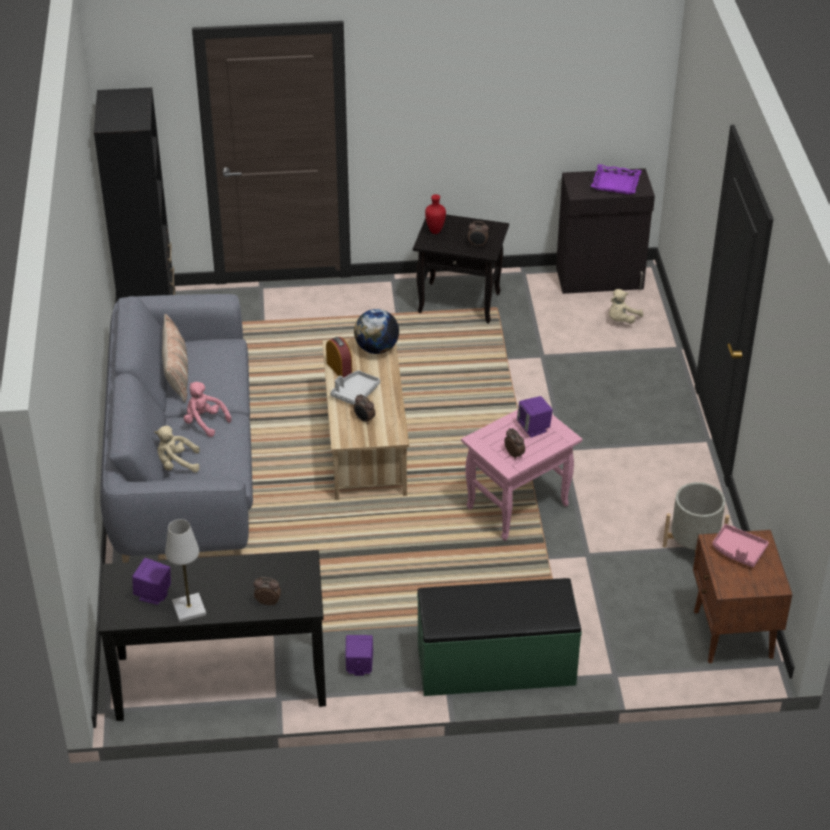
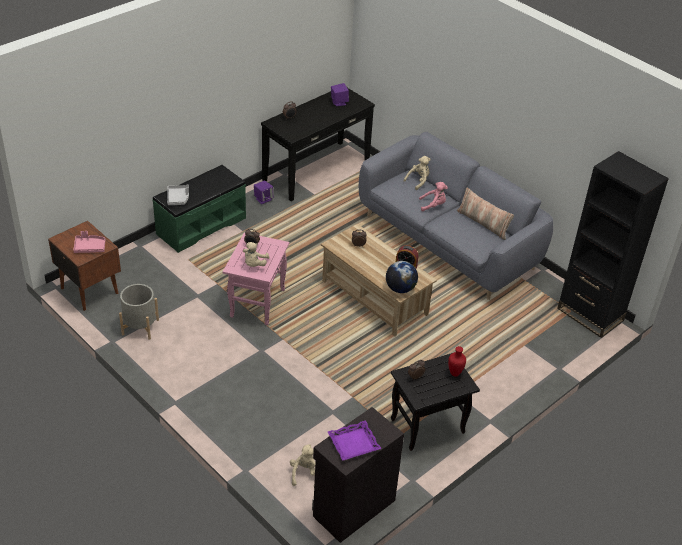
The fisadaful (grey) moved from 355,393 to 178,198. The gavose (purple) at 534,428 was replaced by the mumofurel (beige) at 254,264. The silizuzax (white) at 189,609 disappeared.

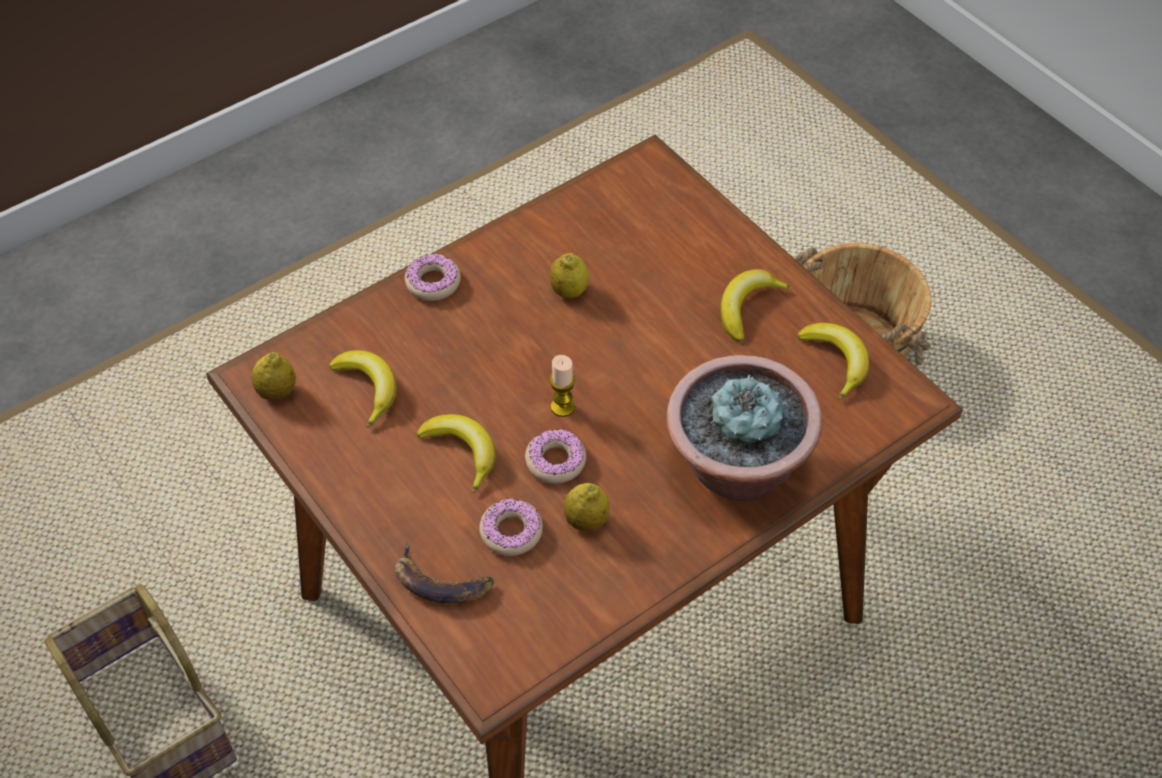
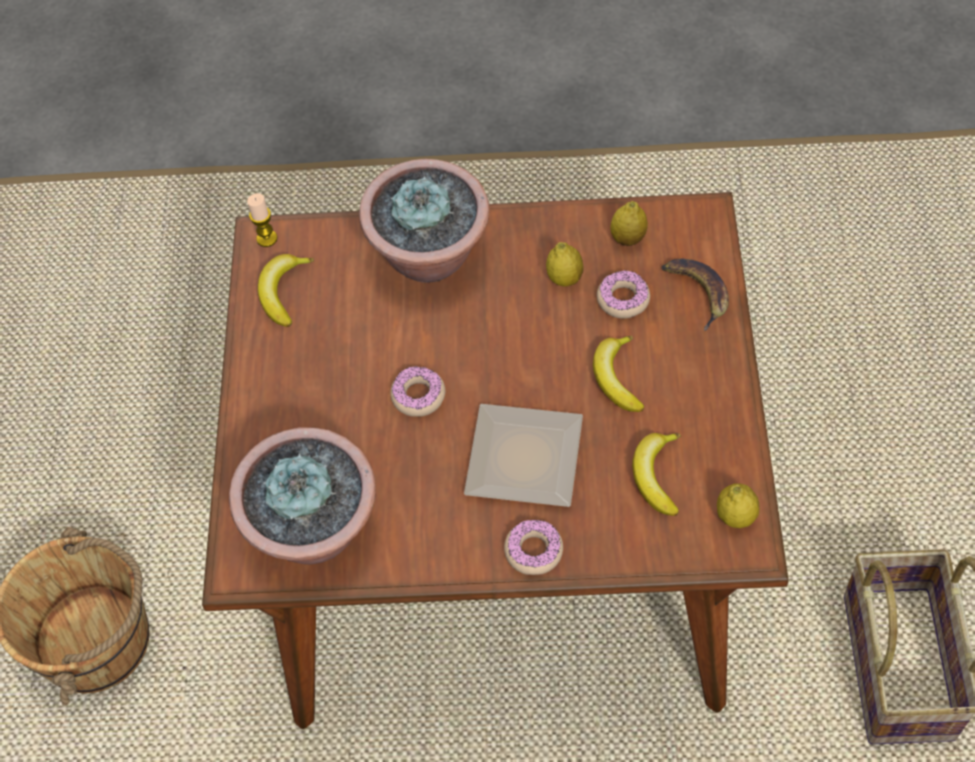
The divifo at 316,530 appeared. The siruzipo moved from 562,407 to 267,238. The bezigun moved from 555,461 to 418,396. The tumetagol at 527,462 appeared. The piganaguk moved from 569,291 to 628,238. The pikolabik at 747,307 disappeared.

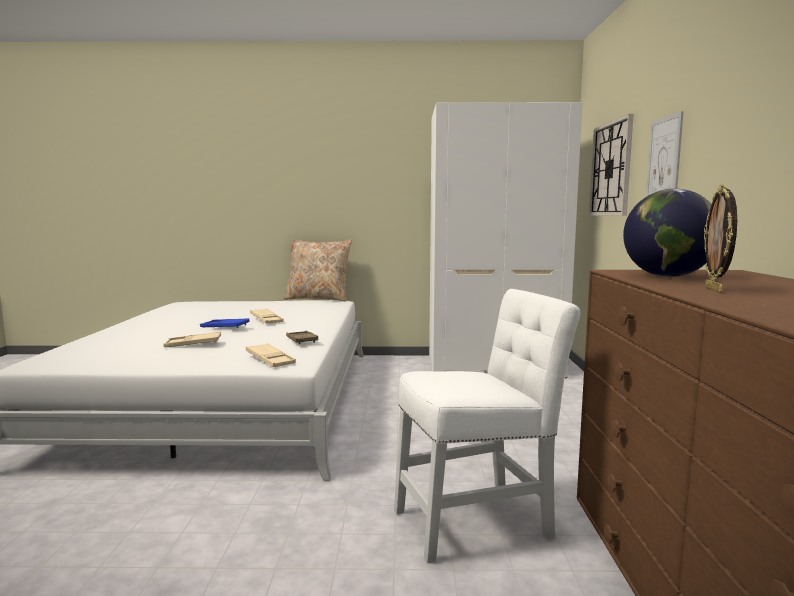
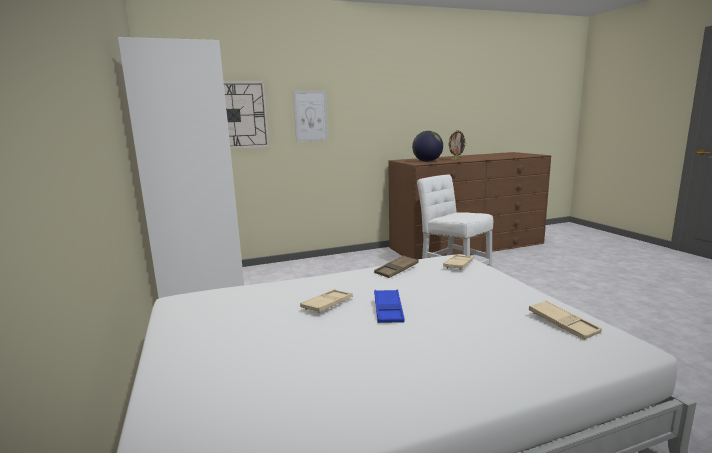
The fisadaful (beige) moved from 193,344 to 563,324. The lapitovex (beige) at 318,298 disappeared.

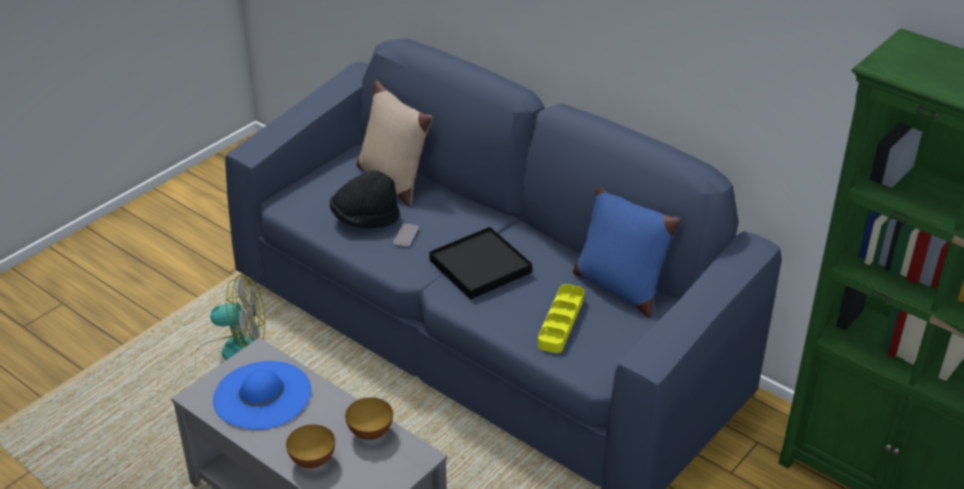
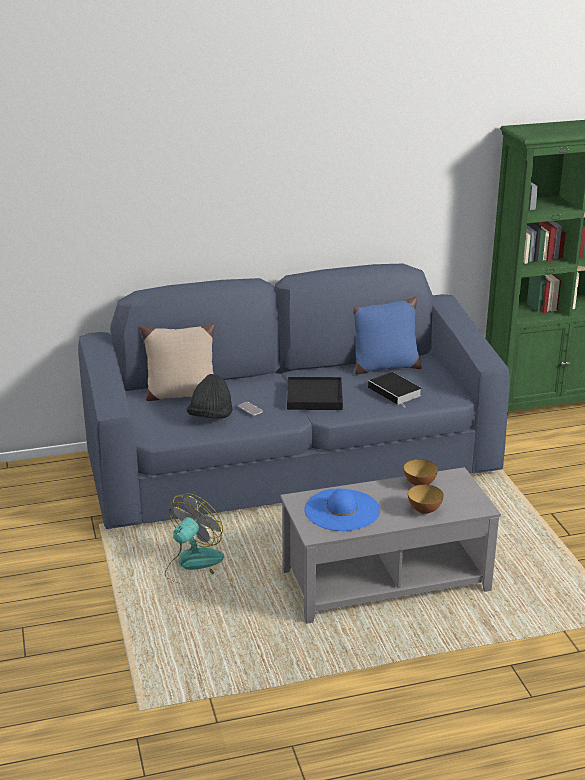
The fisadaful (yellow) at 561,322 was replaced by the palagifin at 396,392.

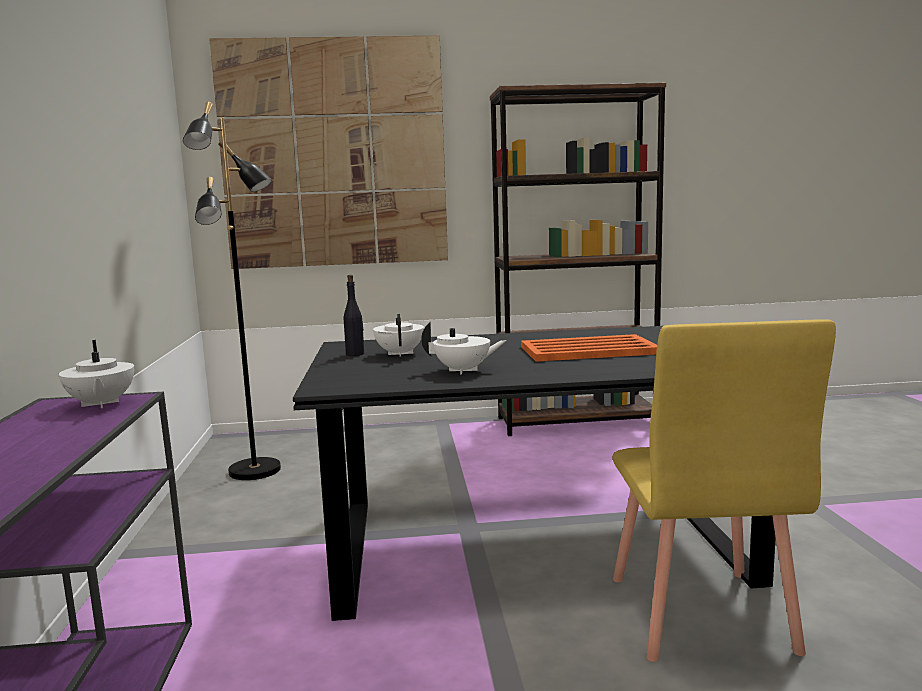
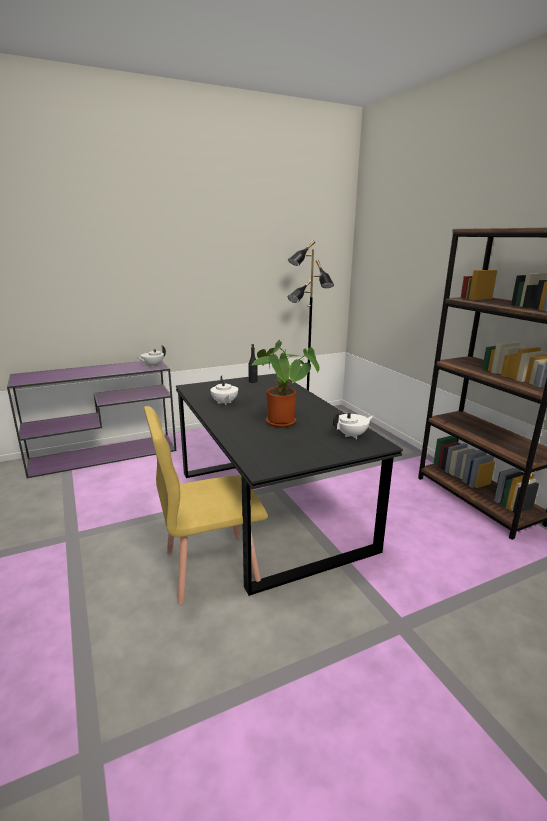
The fisadaful (orange) at 590,350 was replaced by the divifo at 283,423. The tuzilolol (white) moved from 400,353 to 352,435. The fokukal at 334,154 disappeared.

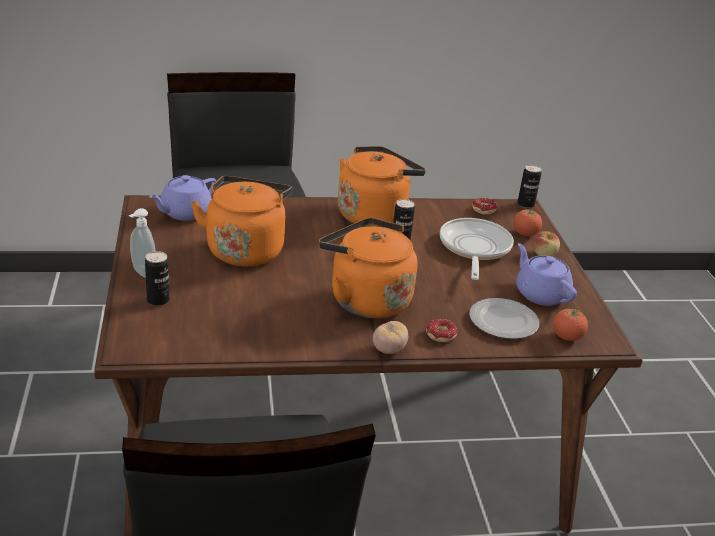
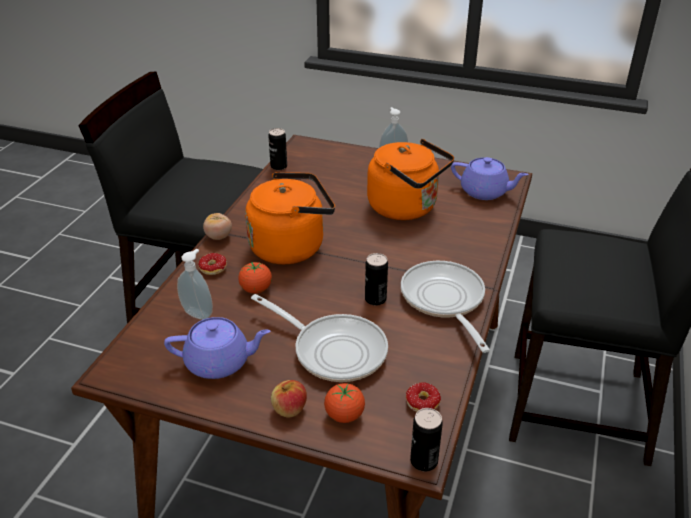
The tumetagol at 503,322 was replaced by the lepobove at 199,313. The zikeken moved from 567,337 to 256,289. The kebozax moved from 158,300 to 279,166. The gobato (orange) at 374,214 was replaced by the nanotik at 444,301. The tuzilolol (purple) at 184,213 turned 135 degrees clockwise.

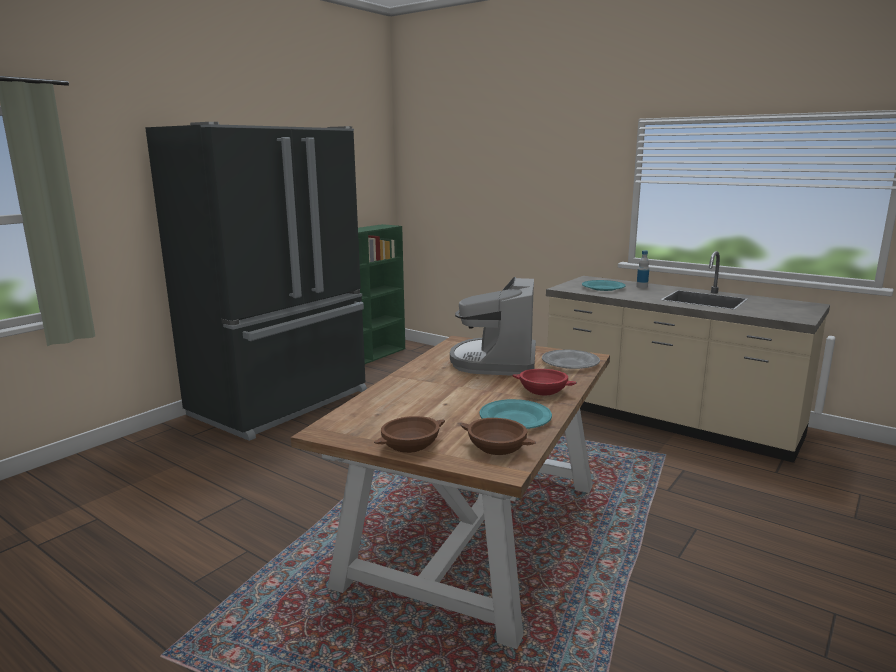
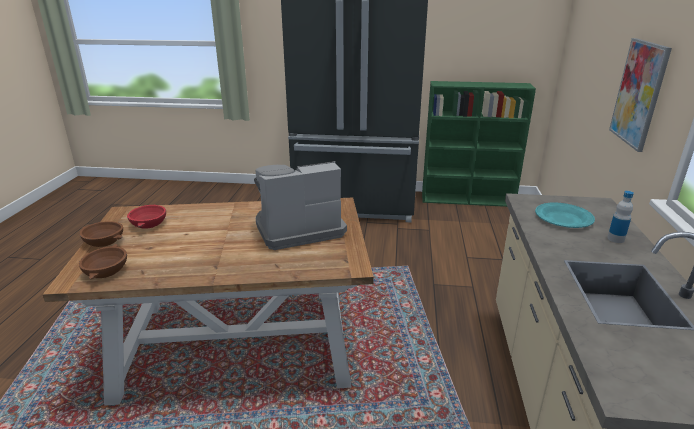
The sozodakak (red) moved from 542,391 to 148,224. The fokukal at 639,93 appeared. The tumetagol (turquoise) at 515,419 disappeared. The tumetagol (grey) at 570,363 disappeared.

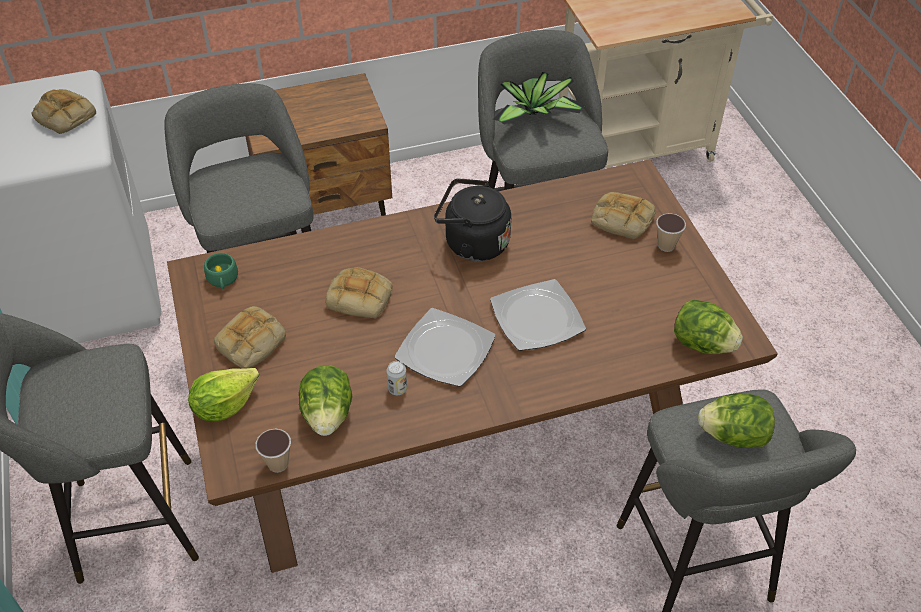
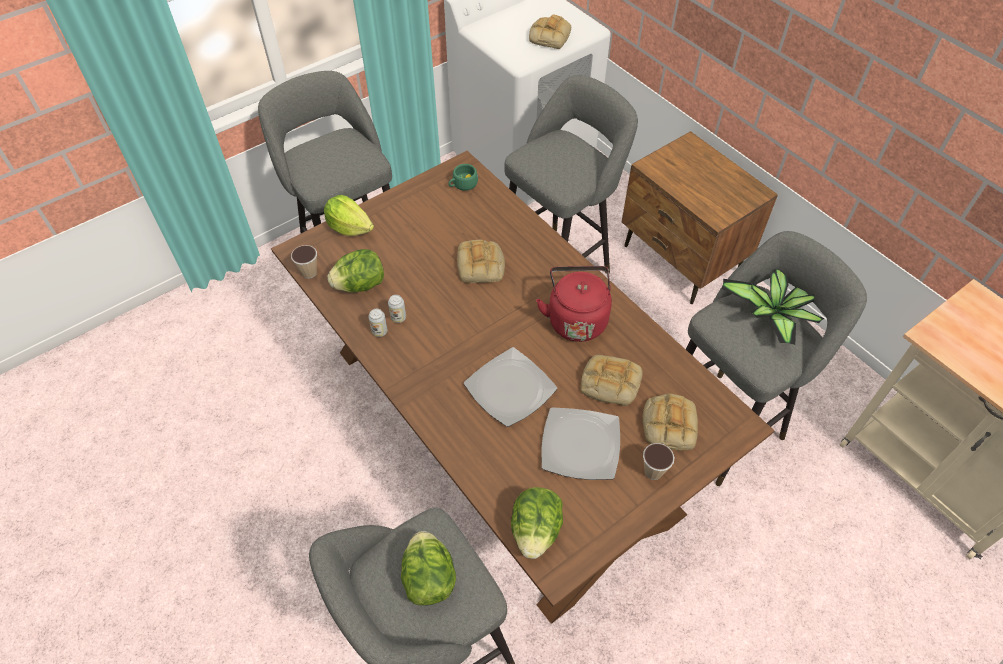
The kebozax at 379,331 appeared. The gobato (black) at 472,243 became the gobato (red) at 576,318. The tumetagol moved from 446,350 to 581,446. The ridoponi moved from 251,343 to 609,383.

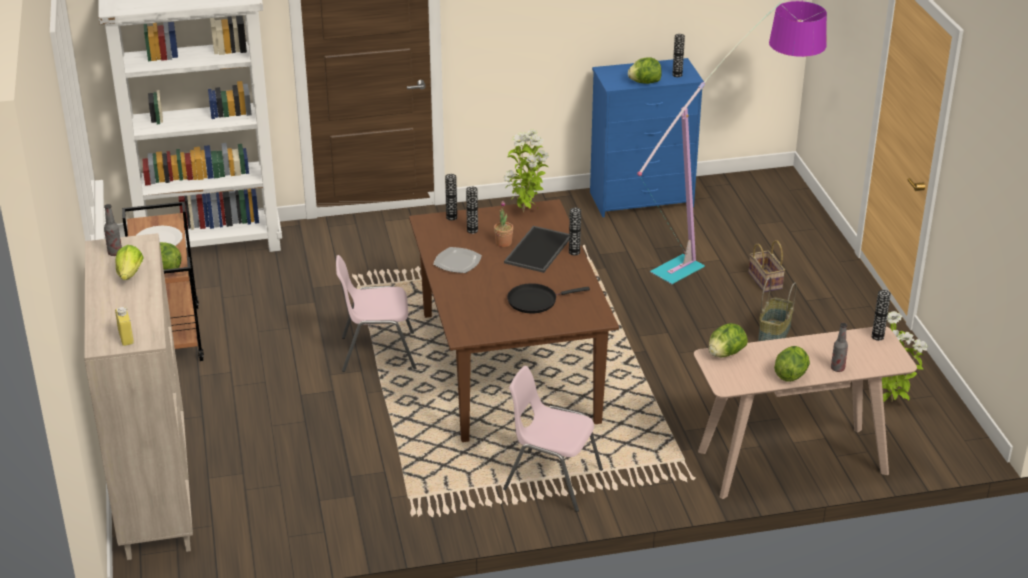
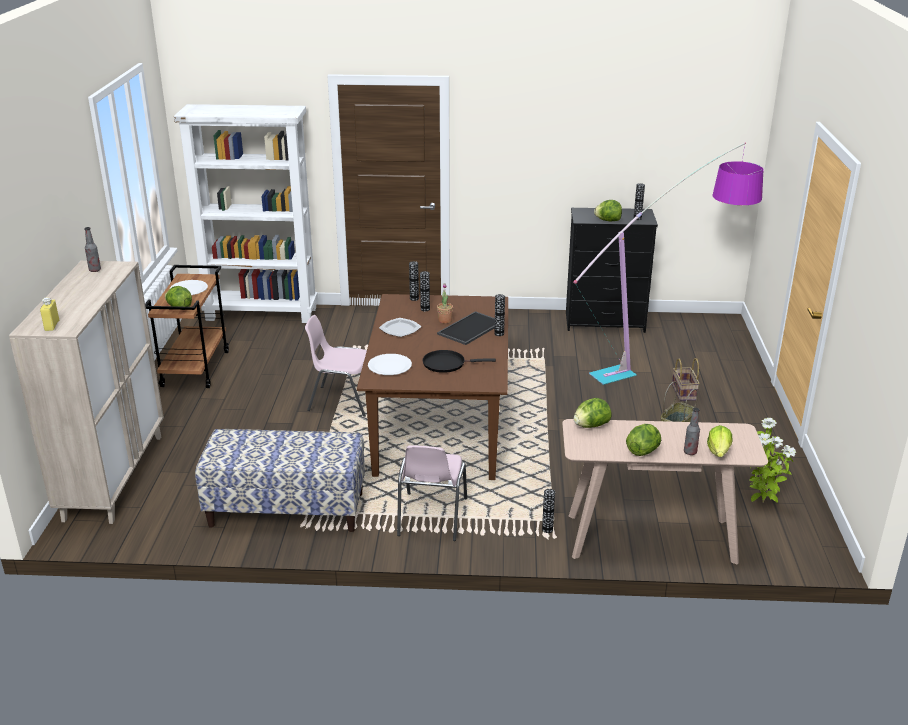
The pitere at 286,510 appeared. The tumetagol (white) at 389,366 appeared. The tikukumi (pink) at 551,479 turned 120 degrees counterclockwise. The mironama moved from 877,337 to 547,529. The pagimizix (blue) at 642,199 became the pagimizix (black) at 605,323. The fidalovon moved from 130,274 to 718,452. The divifo at 525,212 disappeared.

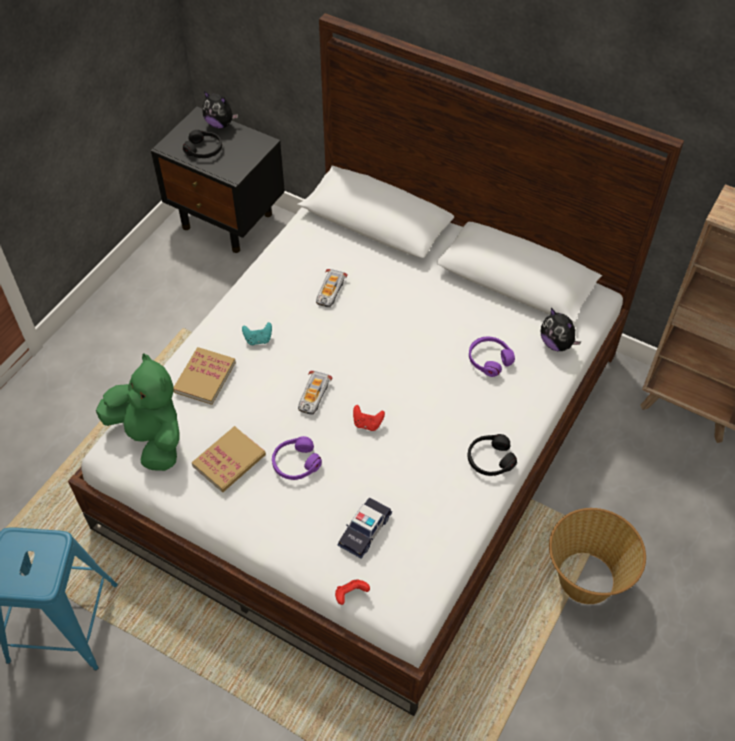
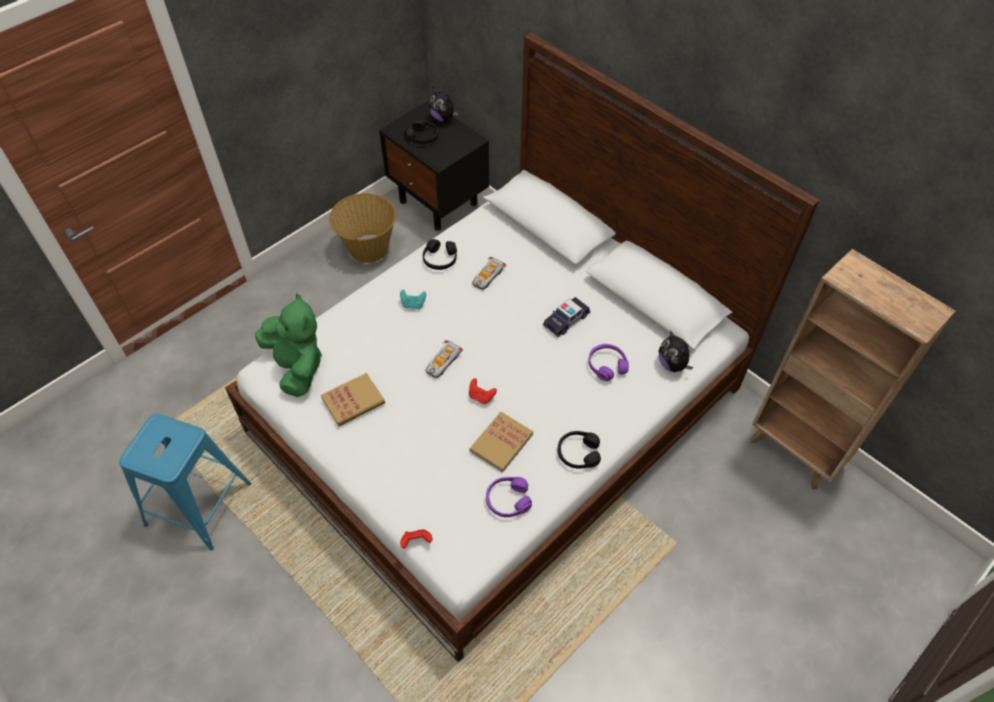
The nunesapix moved from 585,579 to 368,248. The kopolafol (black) at 440,259 appeared. The palagifin moved from 204,377 to 501,443. The kopolafol (purple) moved from 295,463 to 508,500. The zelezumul moved from 365,530 to 566,320.

